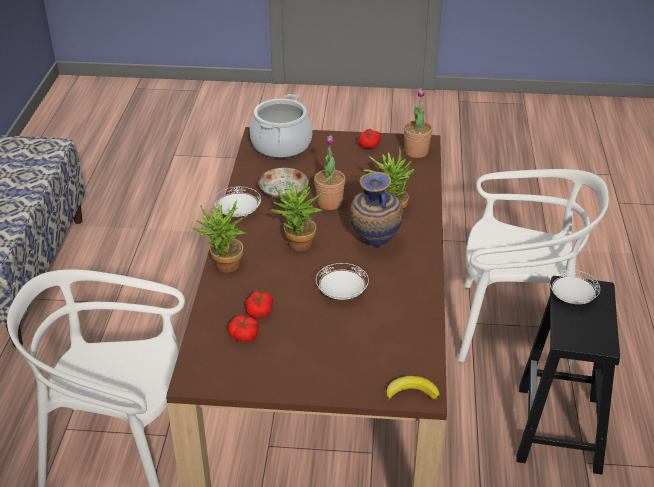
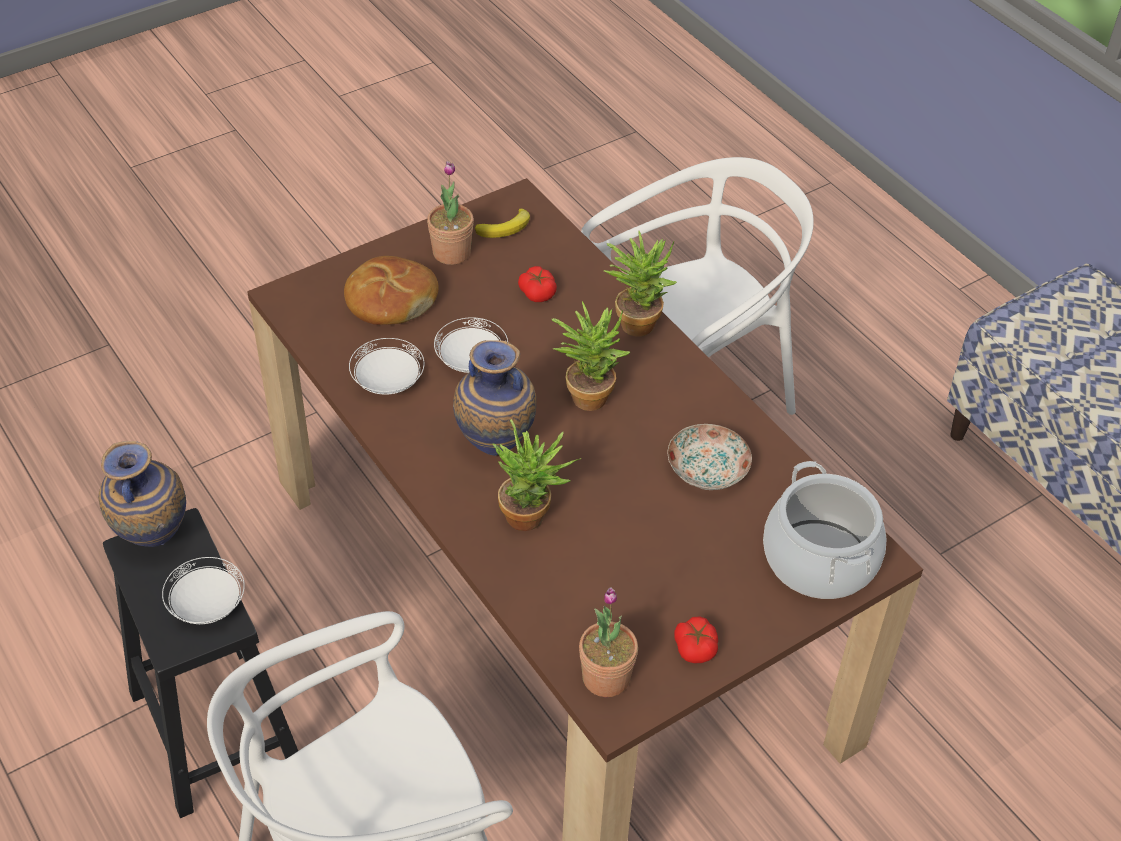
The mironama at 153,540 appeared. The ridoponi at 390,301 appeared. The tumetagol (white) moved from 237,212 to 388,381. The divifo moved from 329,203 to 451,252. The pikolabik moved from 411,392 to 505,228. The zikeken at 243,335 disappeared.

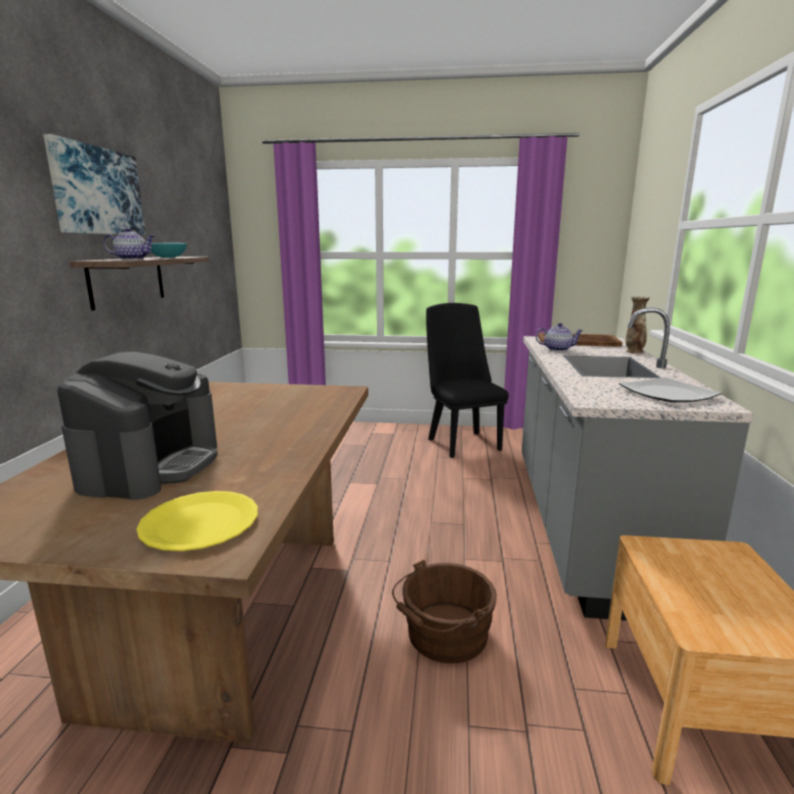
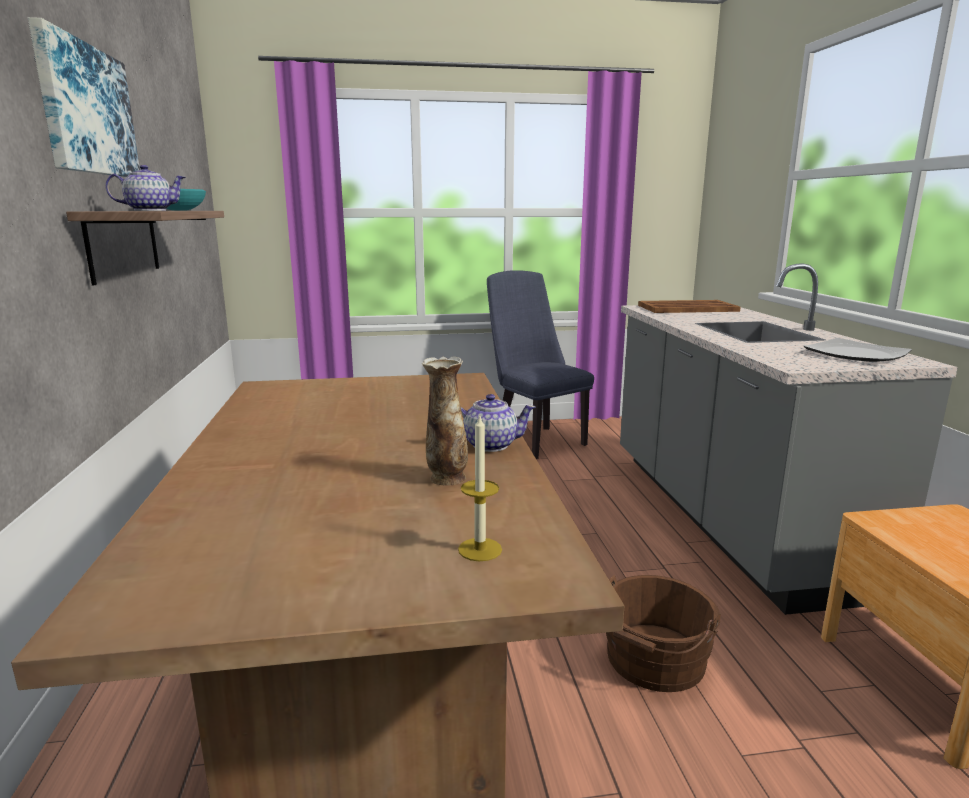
The mironama moved from 634,352 to 446,478. The tumetagol (yellow) at 200,522 was replaced by the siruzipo at 480,549. The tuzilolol moved from 557,349 to 489,445. The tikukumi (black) at 461,442 became the tikukumi (blue) at 535,440. The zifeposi at 151,465 disappeared.

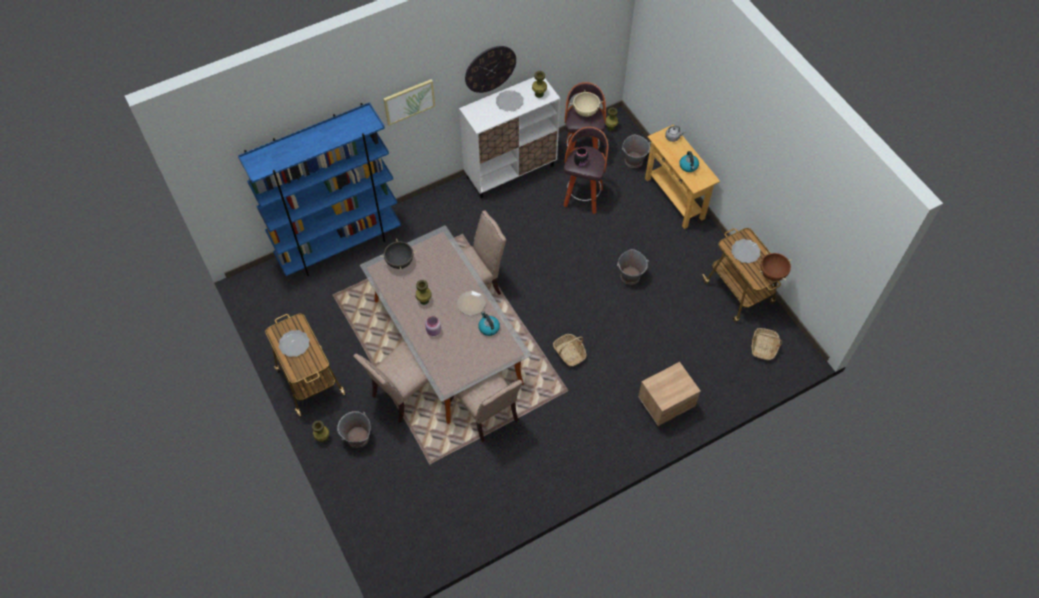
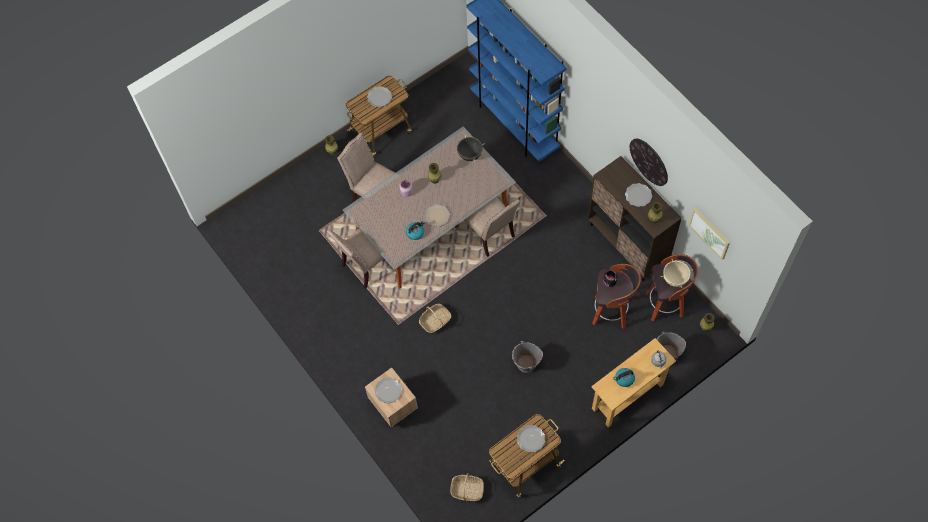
The tumetagol at 388,391 appeared. The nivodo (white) at 510,171 became the nivodo (brown) at 627,244. The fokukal moved from 409,101 to 710,233. The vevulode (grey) at 357,438 disappeared. The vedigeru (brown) at 772,274 disappeared.

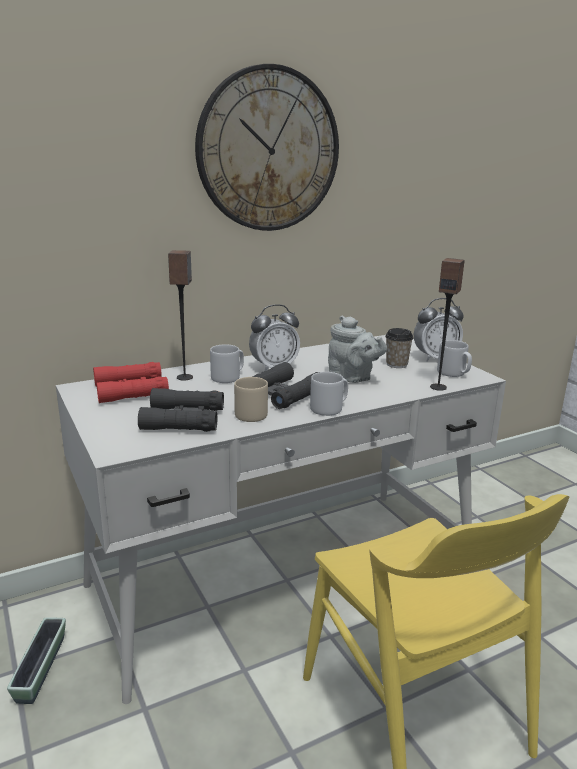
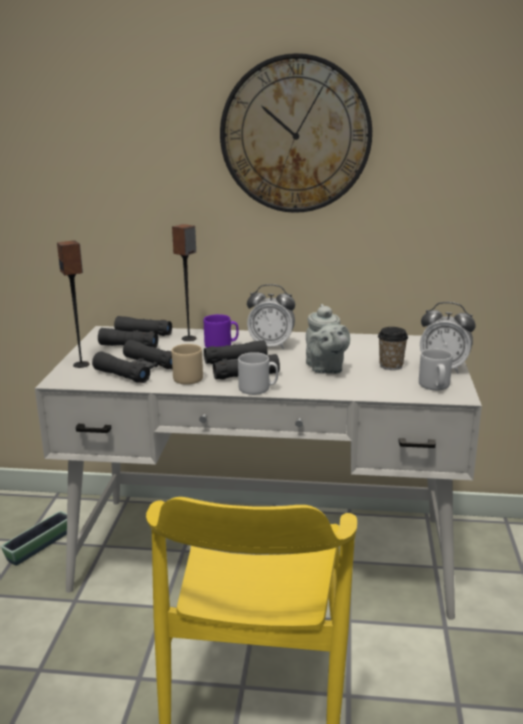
The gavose moved from 438,387 to 81,364. The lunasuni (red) at 131,390 became the lunasuni (black) at 136,340. The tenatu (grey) at 228,377 became the tenatu (purple) at 221,345.

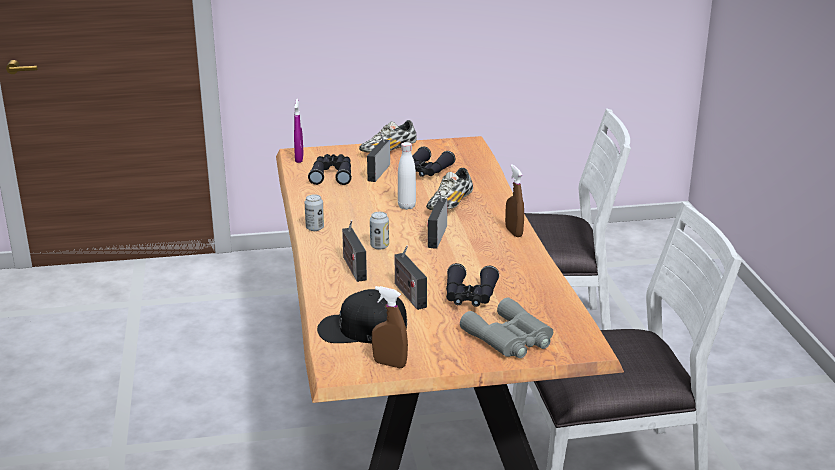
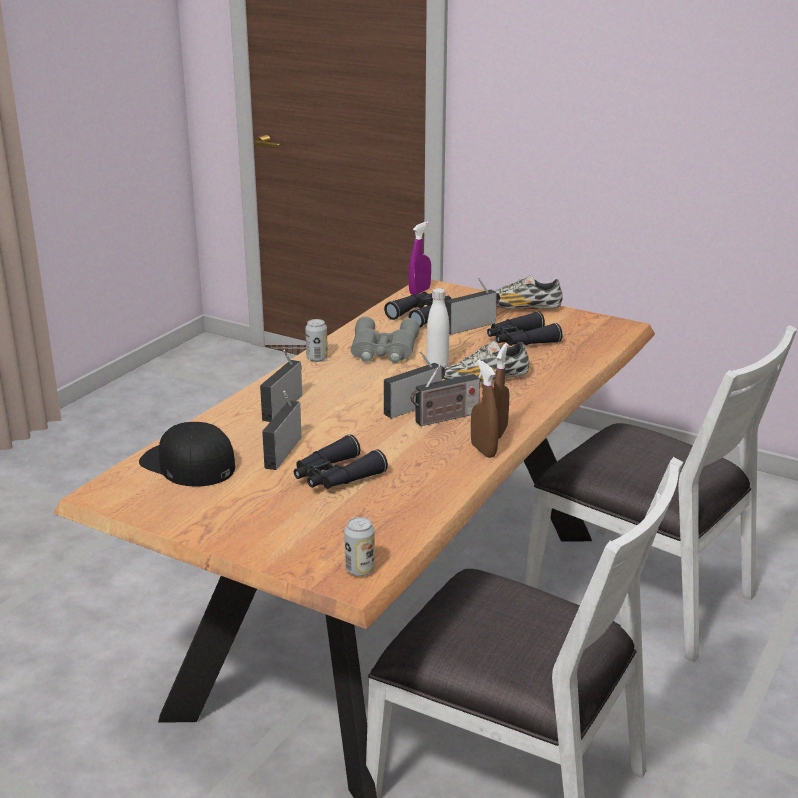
The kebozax moved from 379,246 to 360,570. The lunasuni (grey) moved from 510,338 to 383,349. The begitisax at 444,418 appeared. The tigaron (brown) moved from 389,364 to 483,450.

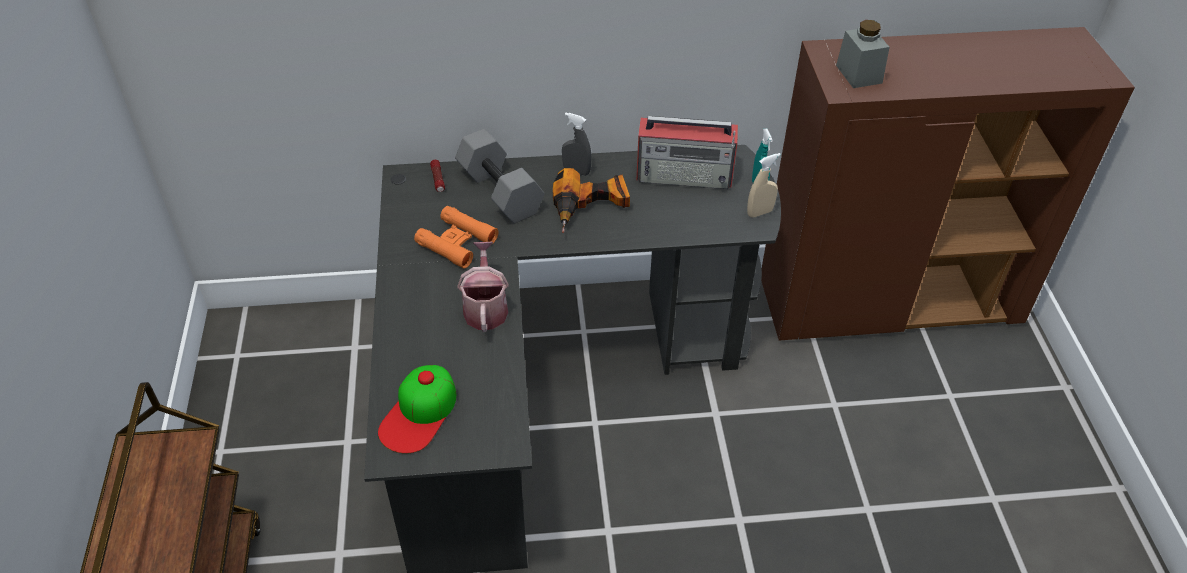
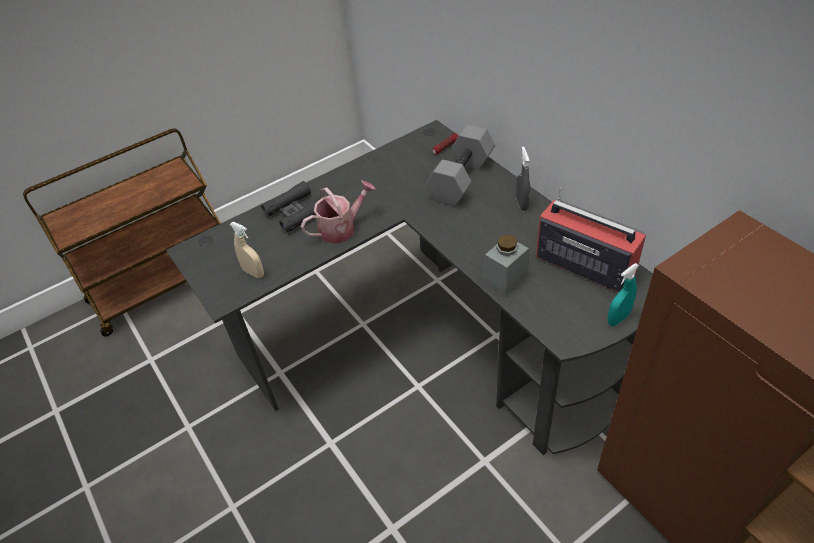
The tigaron (beige) moved from 760,212 to 253,273. The lunasuni (black) at 296,212 appeared. The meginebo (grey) moved from 859,74 to 505,278. The begitisax at 685,175 turned 150 degrees clockwise. The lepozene at 419,413 disappeared. The lunasuni (orange) at 457,242 disappeared. The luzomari at 590,208 disappeared.

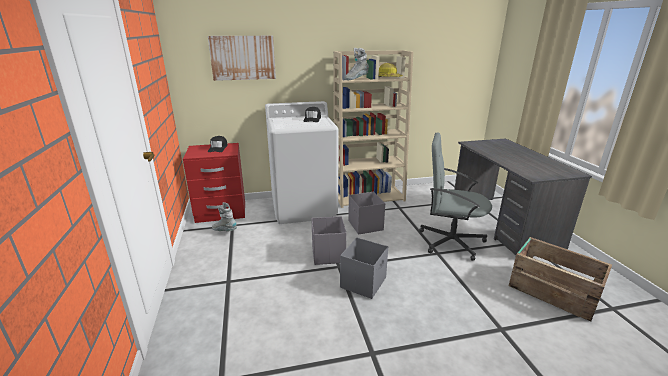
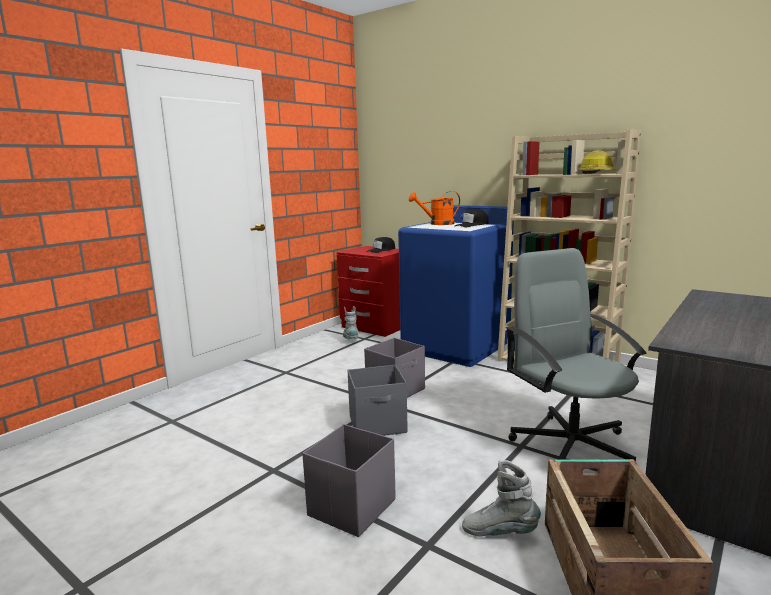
The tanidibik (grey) moved from 365,226 to 350,508. The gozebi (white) at 304,207 became the gozebi (blue) at 456,347. The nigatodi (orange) at 437,224 appeared. The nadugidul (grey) moved from 356,79 to 500,532. The fokukal at 243,58 disappeared.

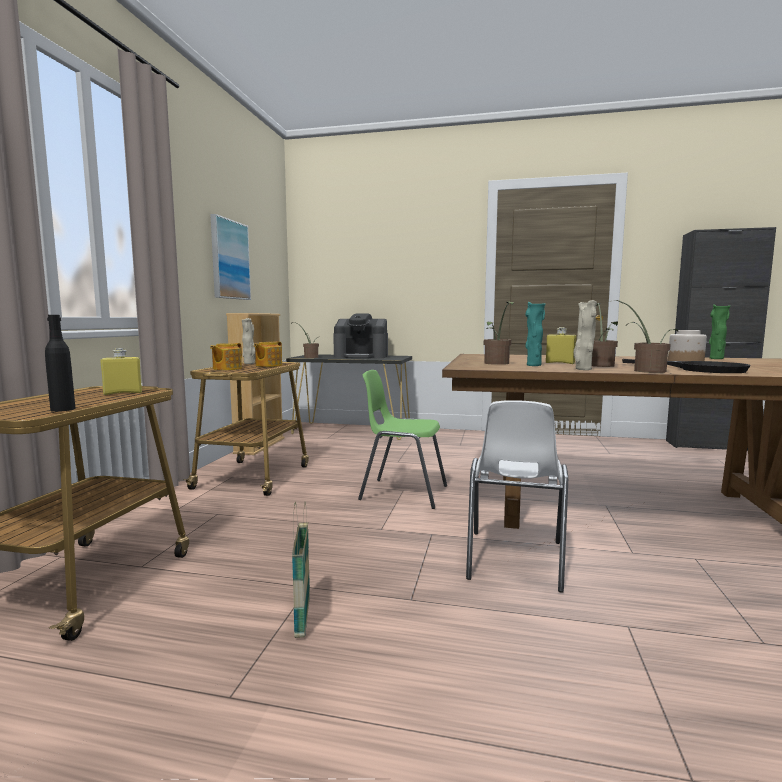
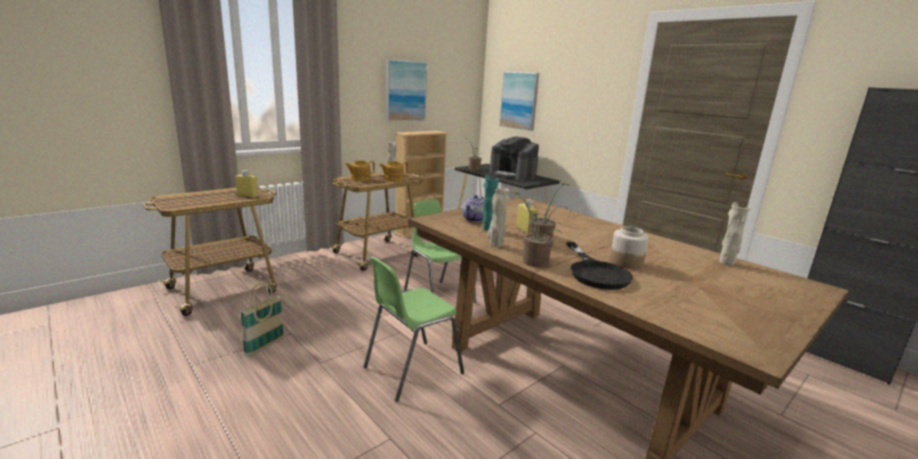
The tikukumi (white) at 514,560 became the tikukumi (green) at 411,370. The divifo at 497,363 was replaced by the tuzilolol at 474,219. The fokukal at 519,100 appeared. The mironama (green) at 716,358 became the mironama (beige) at 727,263. The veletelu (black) at 63,409 disappeared.

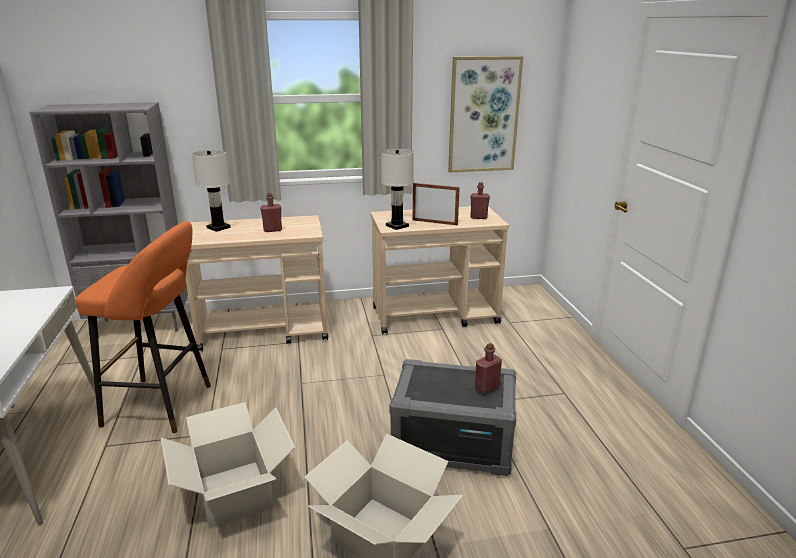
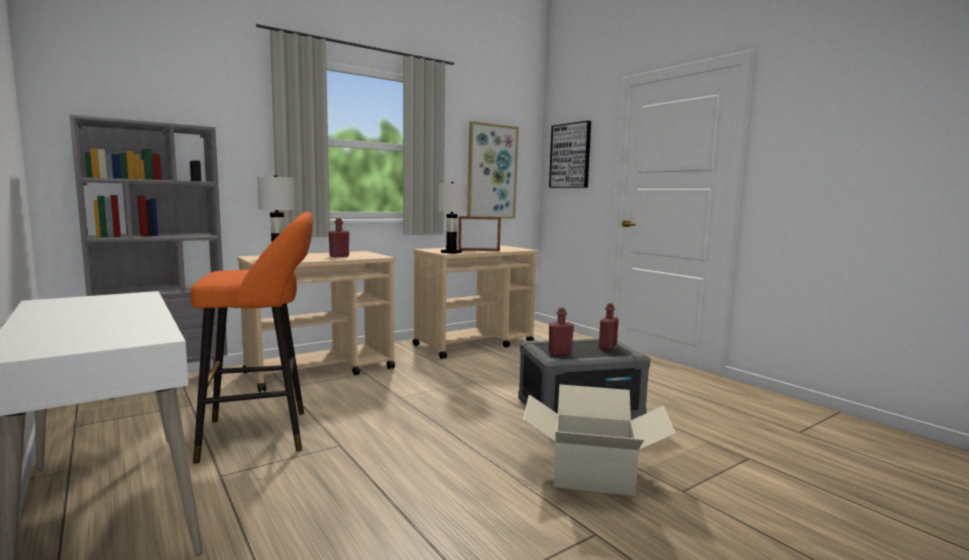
The veletelu (red) moved from 478,217 to 560,353. The fokukal at 570,156 appeared. The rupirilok at 233,493 disappeared.

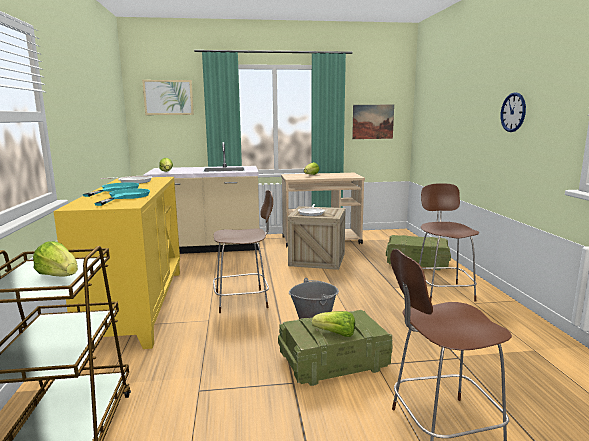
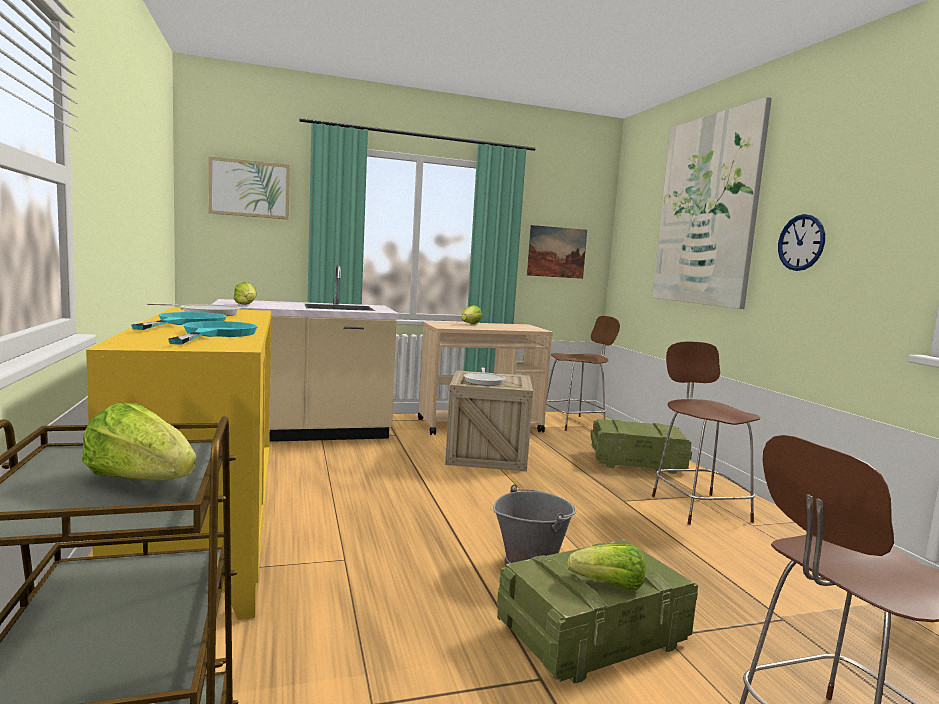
The tikukumi (brown) moved from 243,300 to 575,423. The fokukal at 706,210 appeared.

